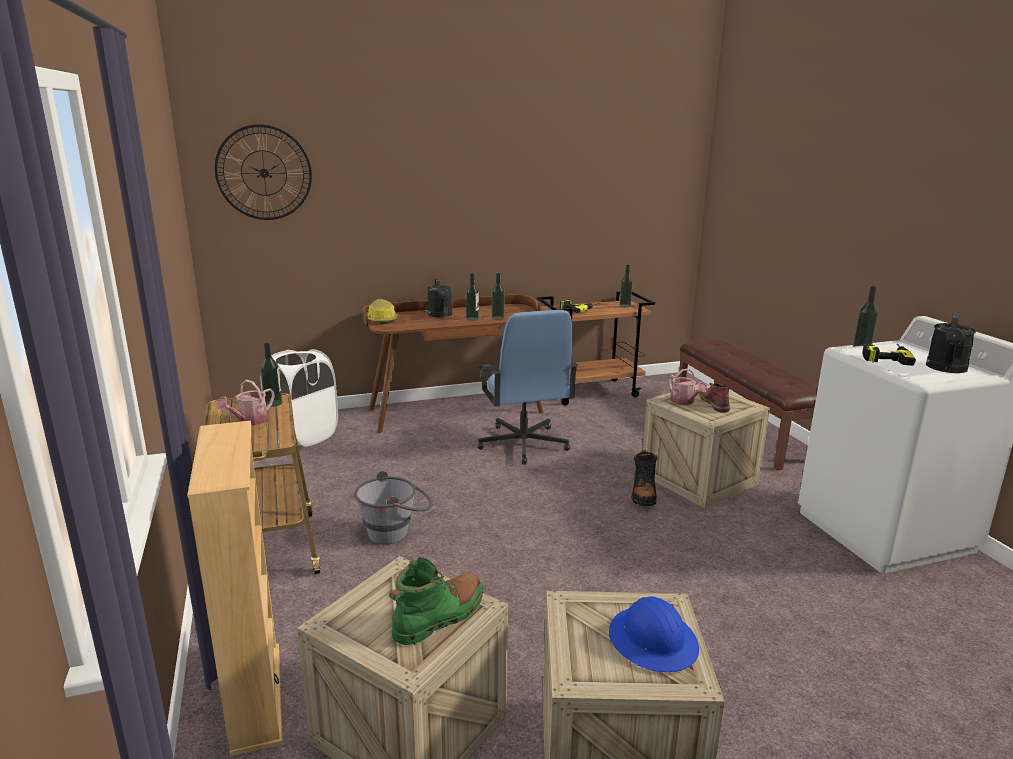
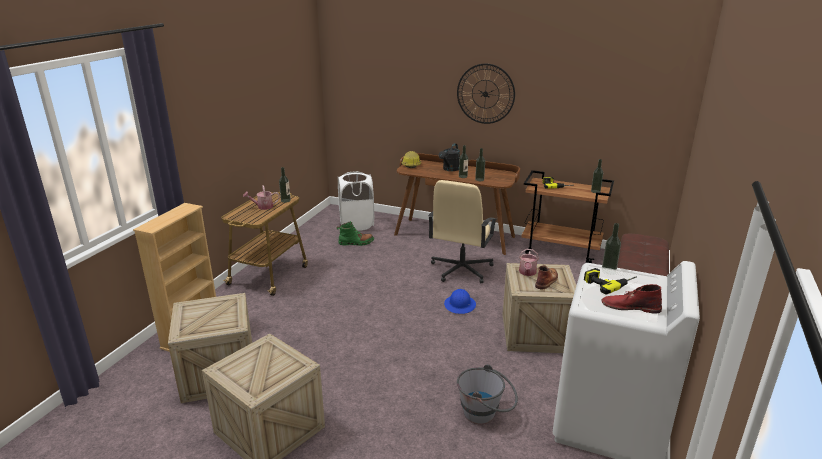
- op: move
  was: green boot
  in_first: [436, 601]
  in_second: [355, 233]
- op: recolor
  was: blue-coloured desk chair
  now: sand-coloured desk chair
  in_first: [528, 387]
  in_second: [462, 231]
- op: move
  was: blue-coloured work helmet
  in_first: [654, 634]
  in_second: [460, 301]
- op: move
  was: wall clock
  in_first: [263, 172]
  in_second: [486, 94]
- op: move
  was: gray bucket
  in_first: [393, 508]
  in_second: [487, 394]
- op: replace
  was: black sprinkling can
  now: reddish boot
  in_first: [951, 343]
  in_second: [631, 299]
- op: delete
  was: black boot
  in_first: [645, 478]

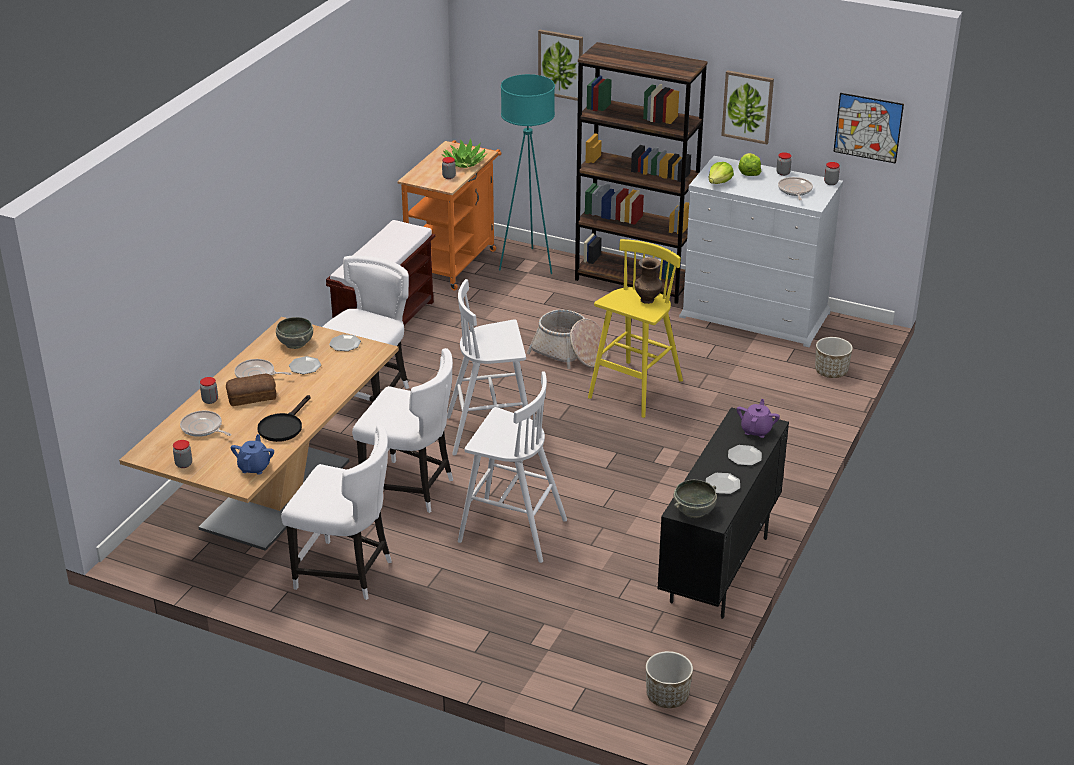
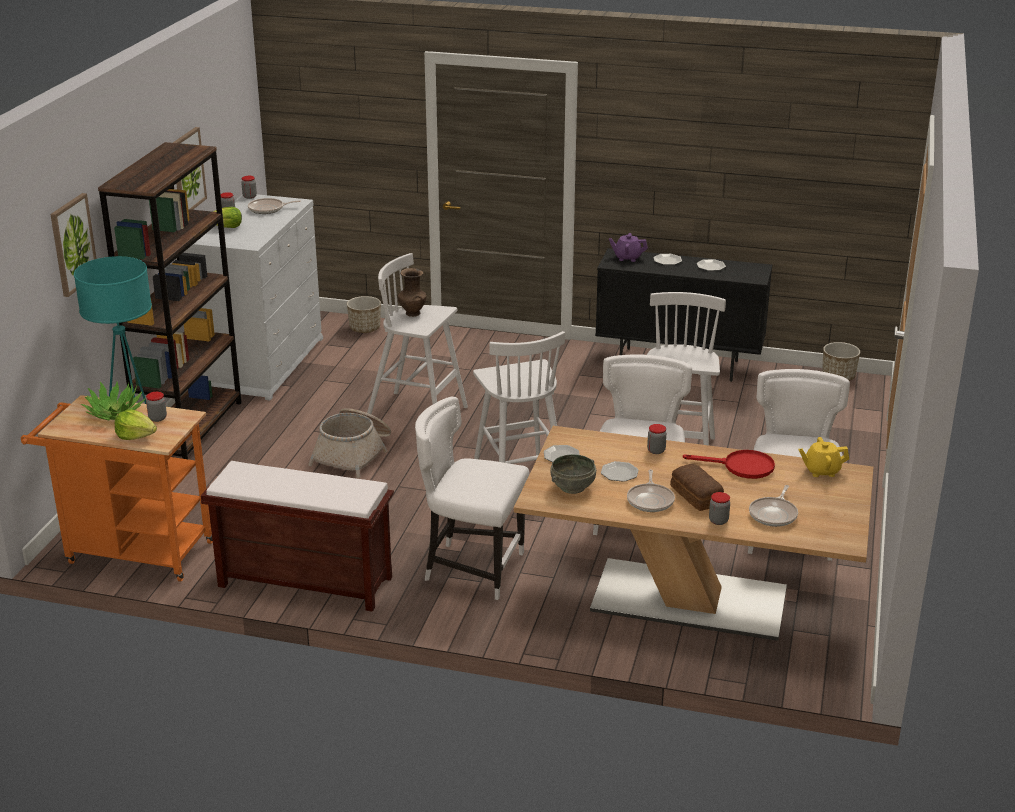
- op: move
  was: lettuce head
  in_first: [721, 173]
  in_second: [135, 424]
- op: recolor
  was: yellowish sitting stool
  now: white sitting stool
  in_first: [635, 328]
  in_second: [417, 333]
- op: move
  was: jar
  in_first: [182, 454]
  in_second: [657, 439]
- op: recolor
  was: black pan
  now: reddish pan
  in_first: [283, 418]
  in_second: [729, 464]
- op: recolor
  was: blue-coloured teapot
  now: yellowish teapot
  in_first: [252, 454]
  in_second: [823, 457]
- op: delete
  was: gray bowl
  in_first: [695, 499]
- op: delete
  was: wall art
  in_first: [868, 128]

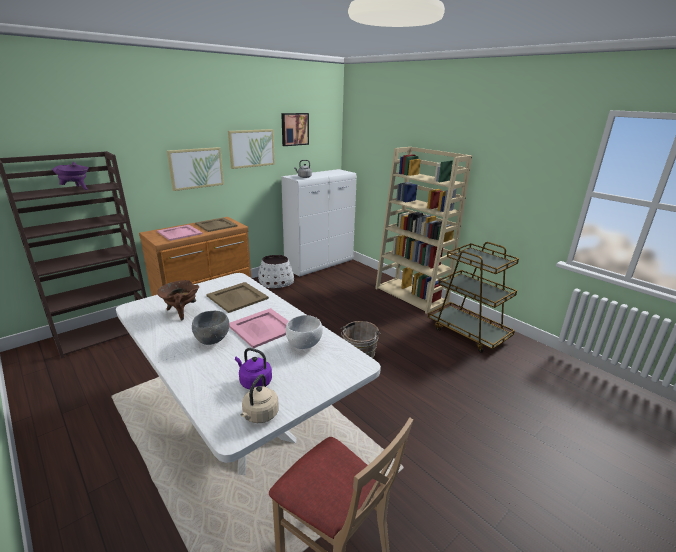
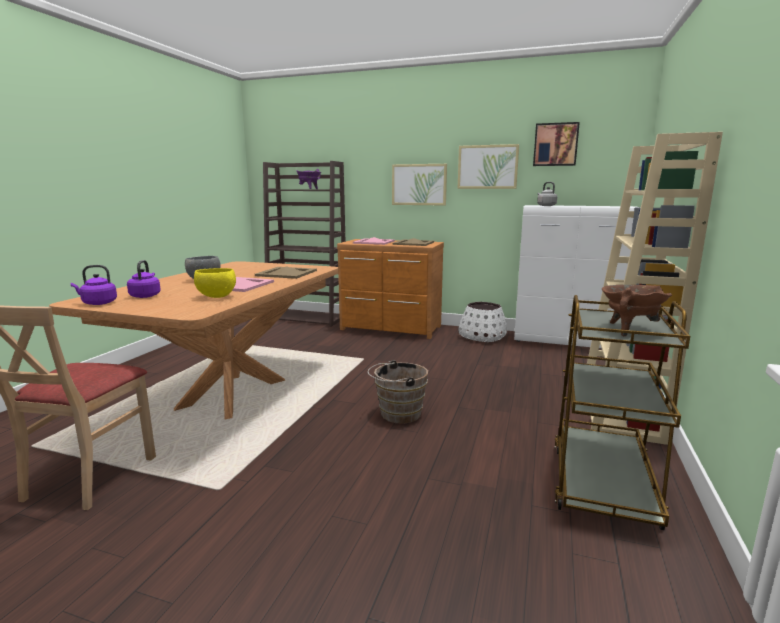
- op: recolor
  was: white dining table
  now: brown-coloured dining table
  in_first: [248, 374]
  in_second: [194, 340]
- op: recolor
  was: sand-coloured tea kettle
  now: purple-coloured tea kettle
  in_first: [260, 398]
  in_second: [94, 285]
- op: recolor
  was: white bowl
  now: yellowish bowl
  in_first: [304, 332]
  in_second: [215, 283]
- op: move
  was: brown-coloured cooking pot
  in_first: [178, 300]
  in_second: [637, 310]

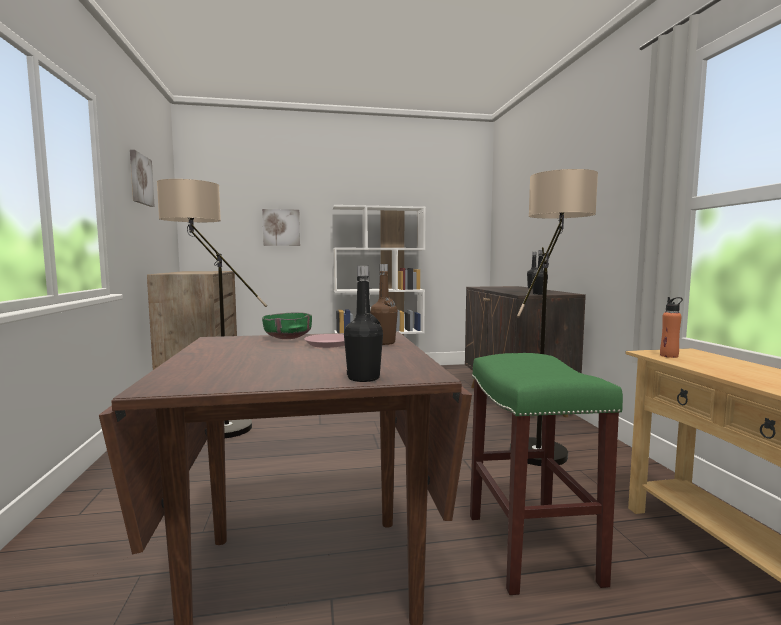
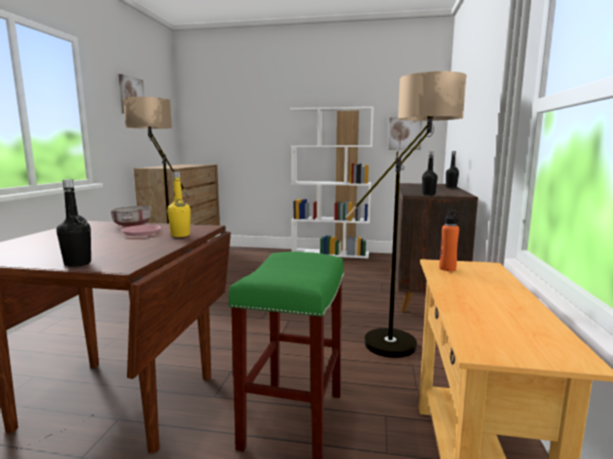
- op: recolor
  was: green bowl
  now: gray bowl
  in_first: [287, 325]
  in_second: [131, 216]
- op: recolor
  was: brown-coloured bottle
  now: yellowish bottle
  in_first: [384, 304]
  in_second: [179, 204]
- op: move
  was: wall art
  in_first: [281, 227]
  in_second: [405, 133]

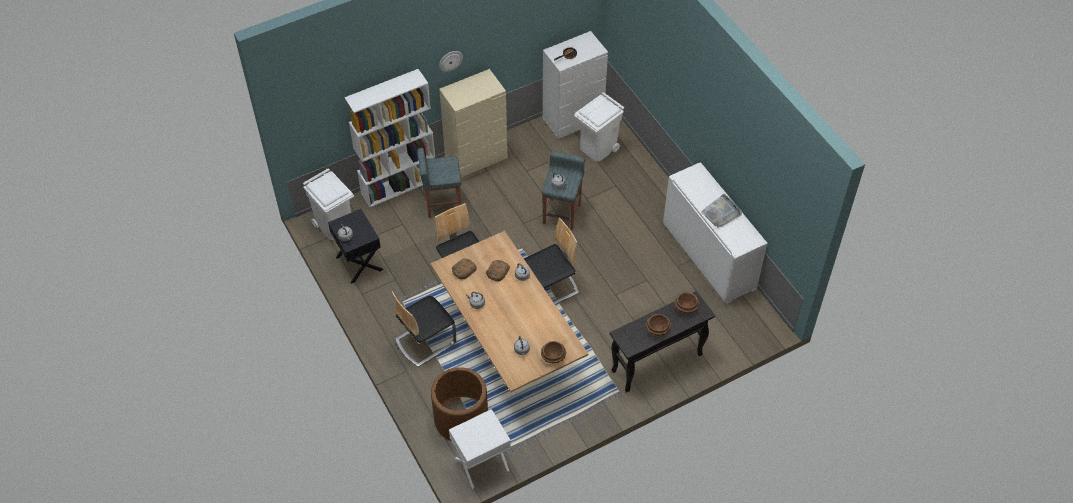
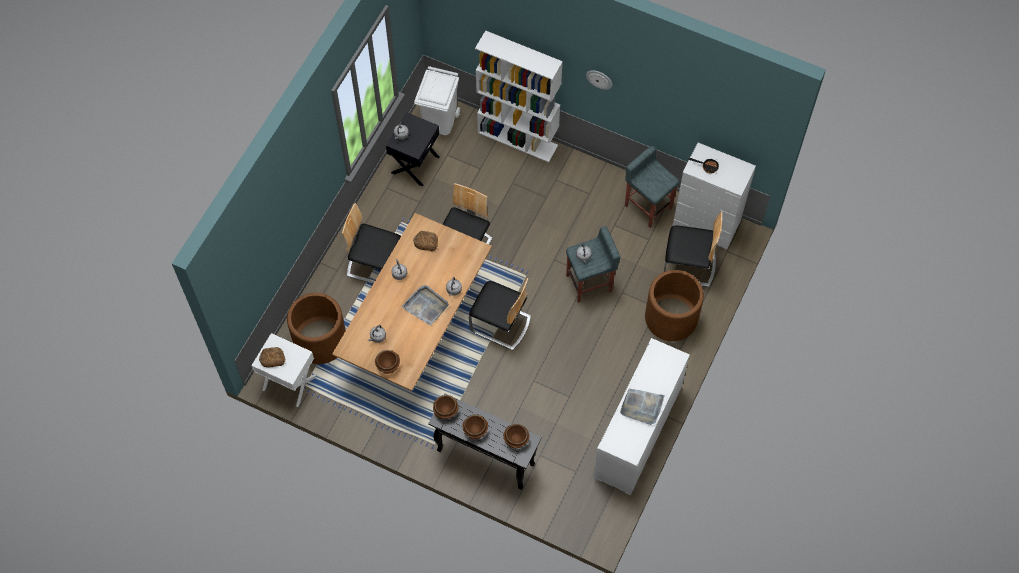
- op: move
  was: bakery bread
  in_first: [498, 271]
  in_second: [272, 357]
- op: insert
  now: gray tray
  in_second: [425, 305]
- op: insert
  now: brown-coloured bowl
  in_second: [446, 407]
- op: move
  was: gray sitting stool
  in_first: [439, 183]
  in_second: [652, 187]
- op: insert
  now: brown-coloured planter
  in_second: [674, 305]
- op: replace
  was: white trash can
  now: upright chair
  in_first: [599, 127]
  in_second: [693, 249]
- op: delete
  was: sand-coloured drawer chest
  in_first: [473, 123]

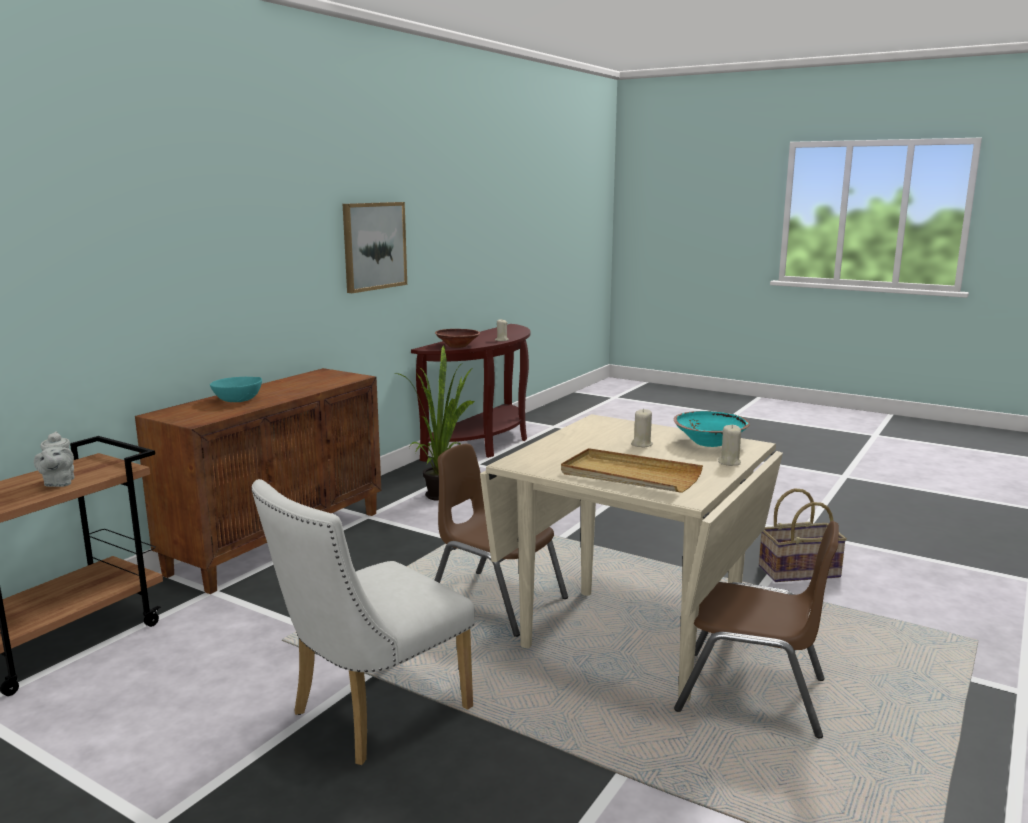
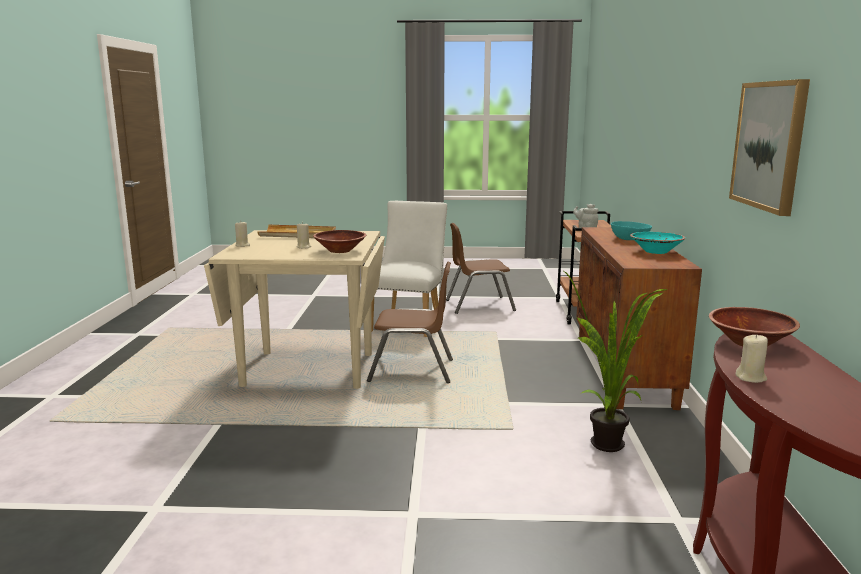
- op: insert
  now: brown-coloured bowl
  in_second: [339, 241]
- op: move
  was: brown-coloured upright chair
  in_first: [756, 629]
  in_second: [481, 268]
- op: move
  was: turquoise bowl
  in_first: [712, 429]
  in_second: [657, 243]
- op: delete
  was: household basket
  in_first: [803, 535]

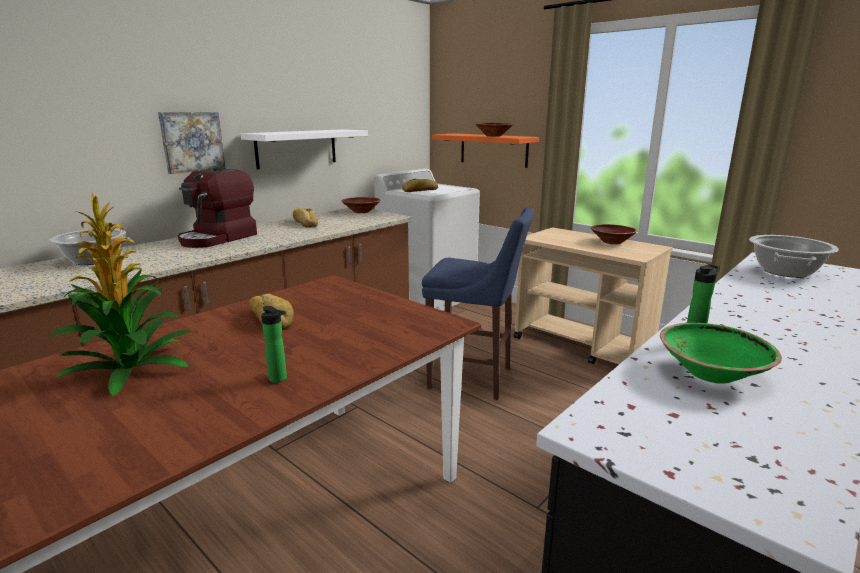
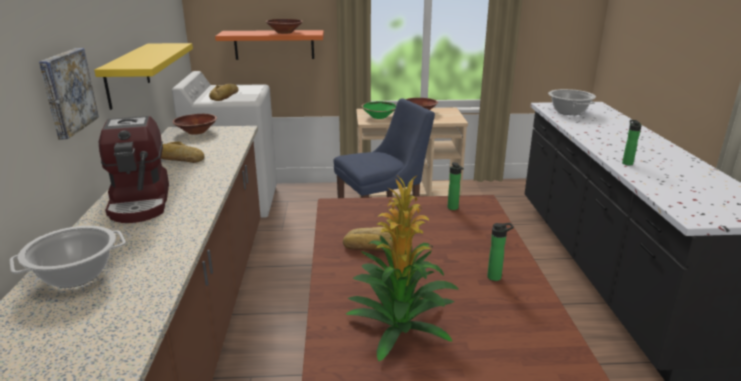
- op: recolor
  was: white wall shelf
  now: yellowish wall shelf
  in_first: [304, 149]
  in_second: [143, 76]
- op: move
  was: green bowl
  in_first: [721, 353]
  in_second: [378, 110]
- op: insert
  now: bottle
  in_second: [456, 186]

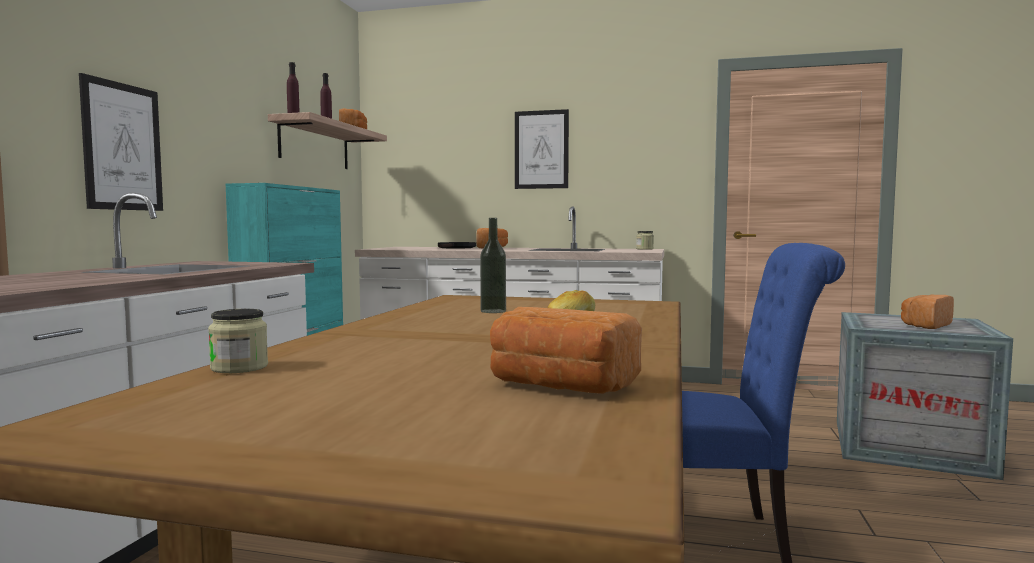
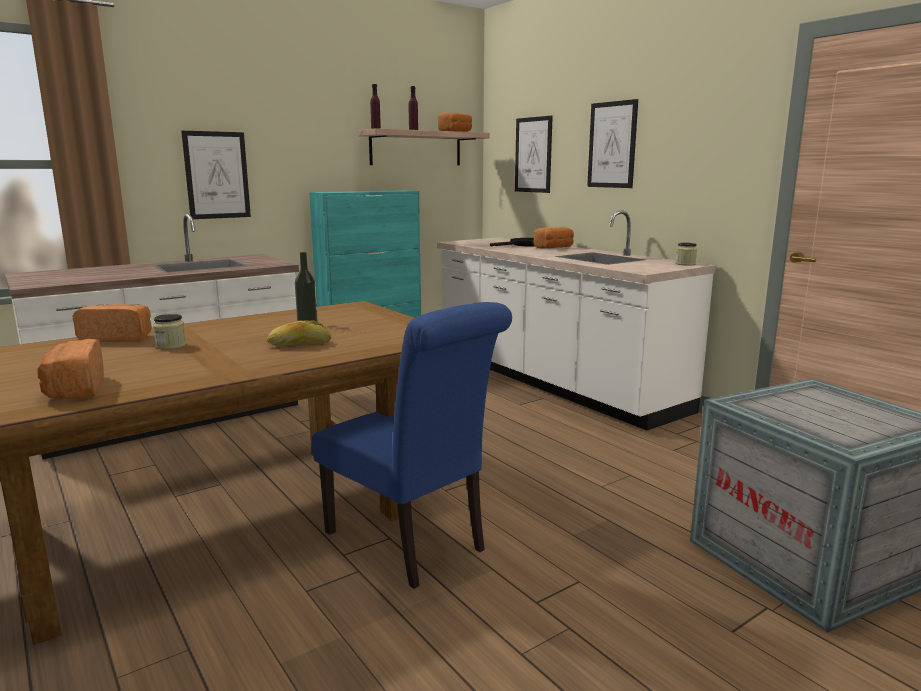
- op: move
  was: bakery bread
  in_first: [927, 312]
  in_second: [112, 323]
- op: move
  was: jar
  in_first: [238, 341]
  in_second: [169, 332]
- op: insert
  now: wall art
  in_second: [534, 154]

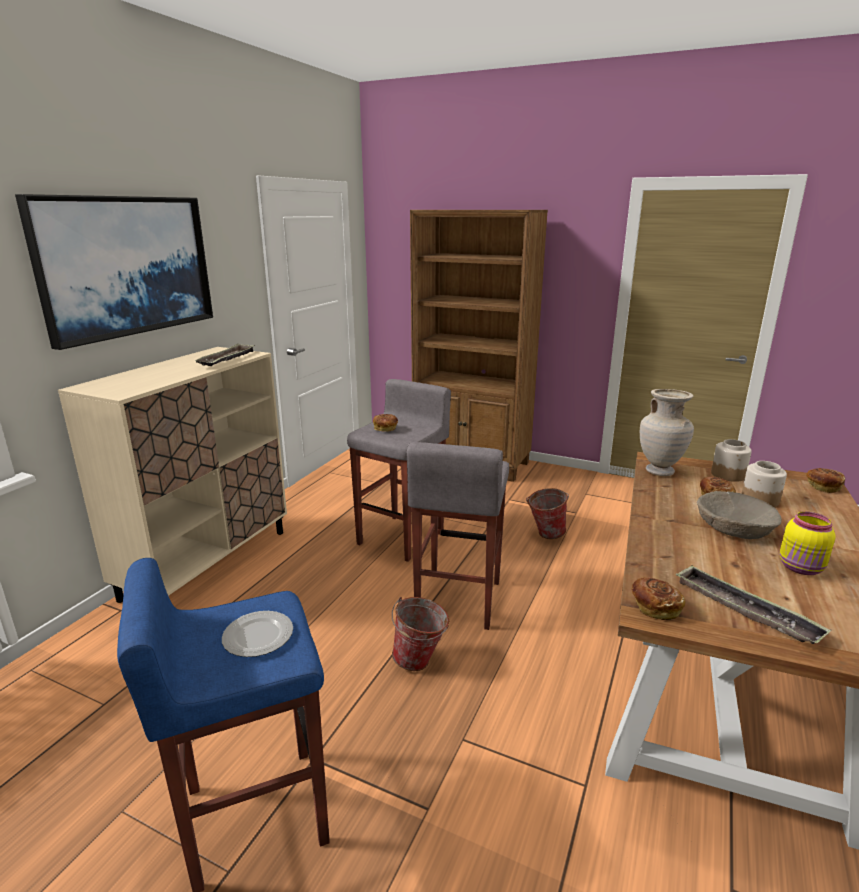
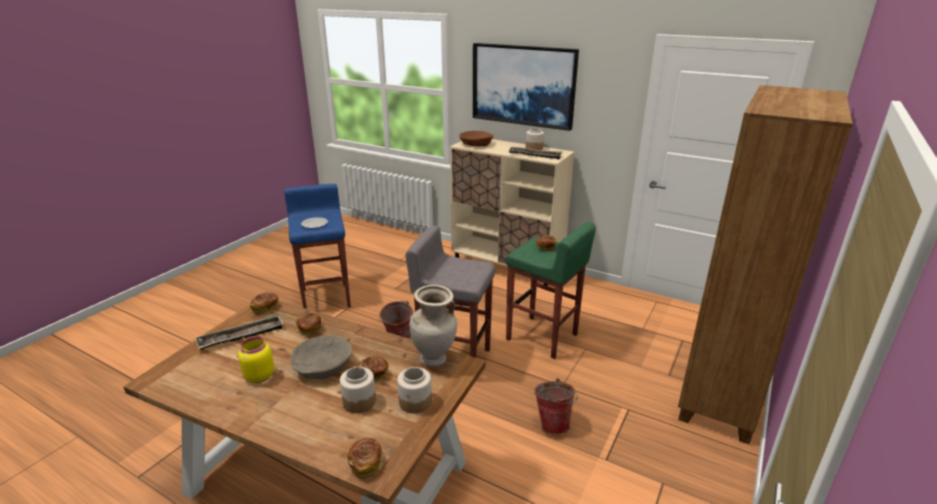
- op: insert
  now: bakery bread
  in_second: [308, 324]
- op: insert
  now: brown-coloured bowl
  in_second: [476, 139]
- op: recolor
  was: gray sitting stool
  now: green sitting stool
  in_first: [399, 470]
  in_second: [551, 290]
- op: insert
  now: jar
  in_second: [535, 139]

